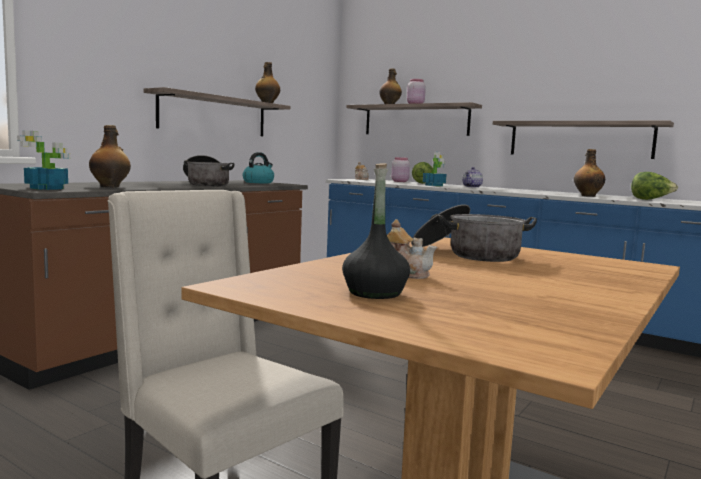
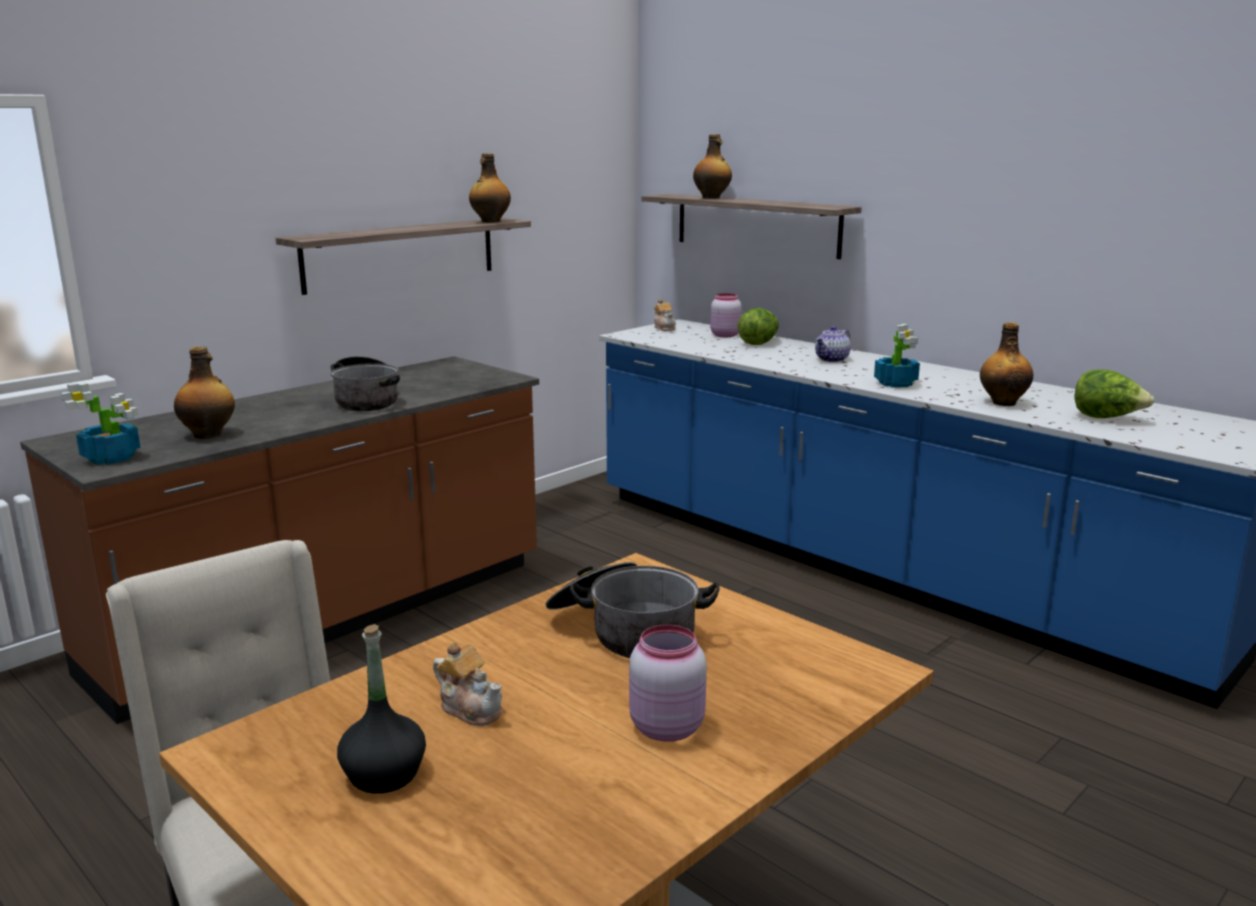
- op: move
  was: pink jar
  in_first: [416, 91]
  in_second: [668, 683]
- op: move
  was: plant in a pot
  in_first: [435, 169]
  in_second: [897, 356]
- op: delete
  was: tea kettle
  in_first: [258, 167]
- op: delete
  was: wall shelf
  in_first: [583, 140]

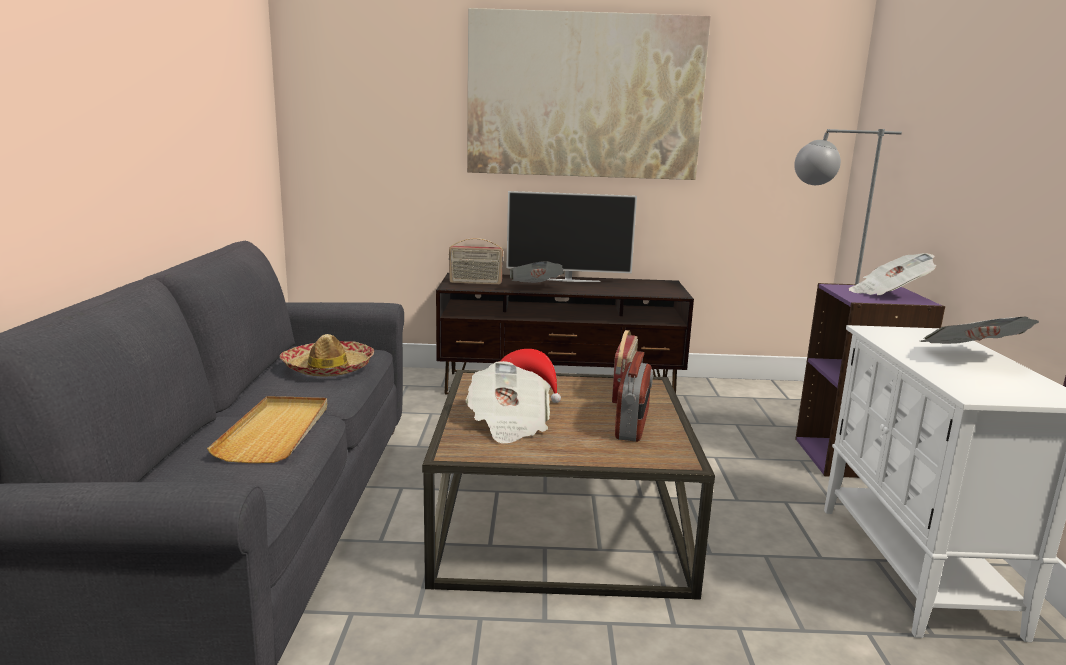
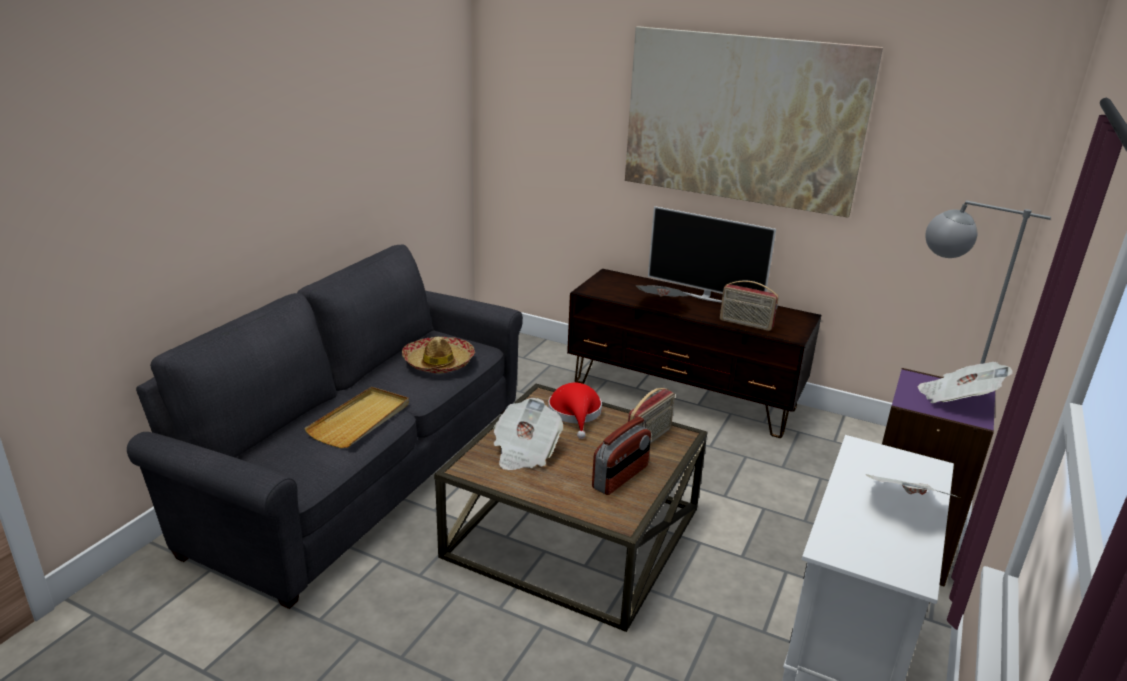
- op: move
  was: radio receiver
  in_first: [476, 261]
  in_second: [749, 306]

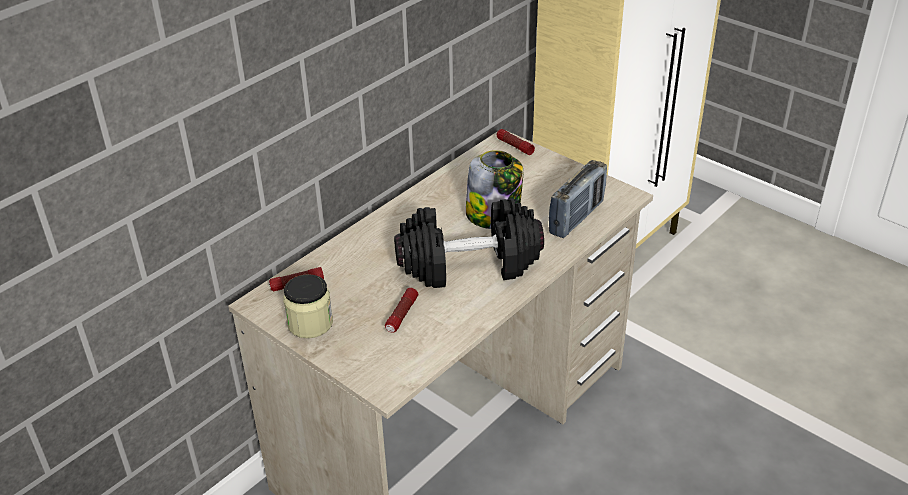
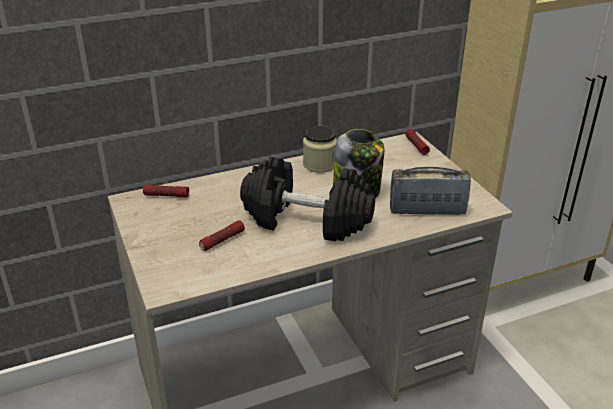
- op: move
  was: jar
  in_first: [308, 306]
  in_second: [320, 149]
- op: rotate
  was: radio receiver
  in_first: [578, 199]
  in_second: [430, 191]
  clockwise: -150

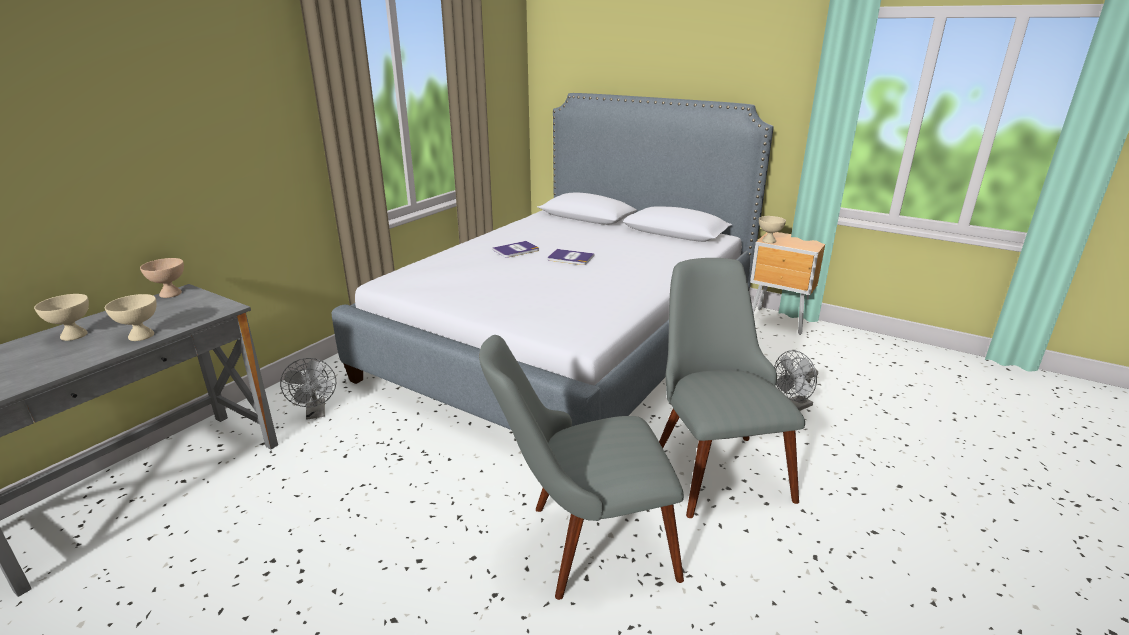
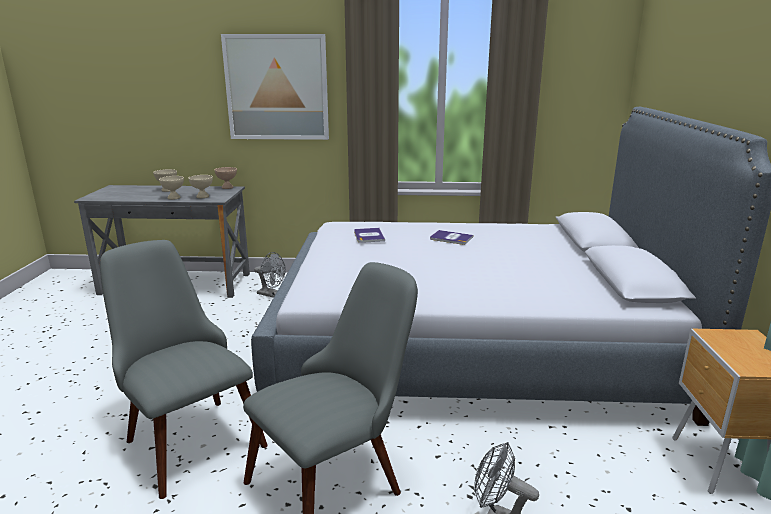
- op: move
  was: sand-coloured bowl
  in_first: [772, 229]
  in_second: [200, 186]
- op: insert
  now: wall art
  in_second: [275, 87]
- op: rotate
  was: gray electric fan
  in_first: [308, 389]
  in_second: [270, 274]
  clockwise: -105
- op: move
  was: volume
  in_first: [571, 257]
  in_second: [369, 235]

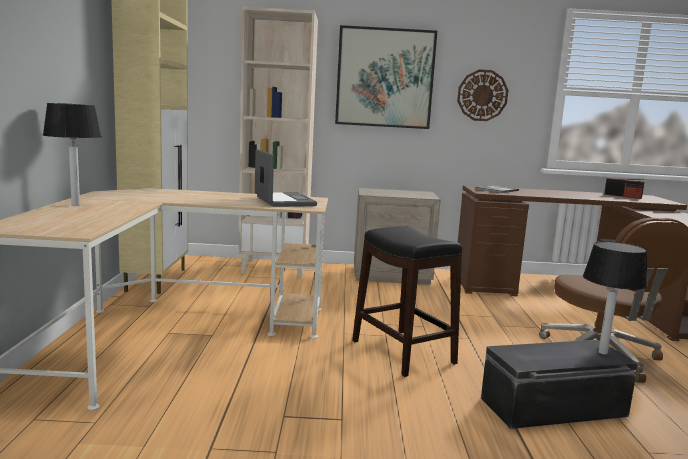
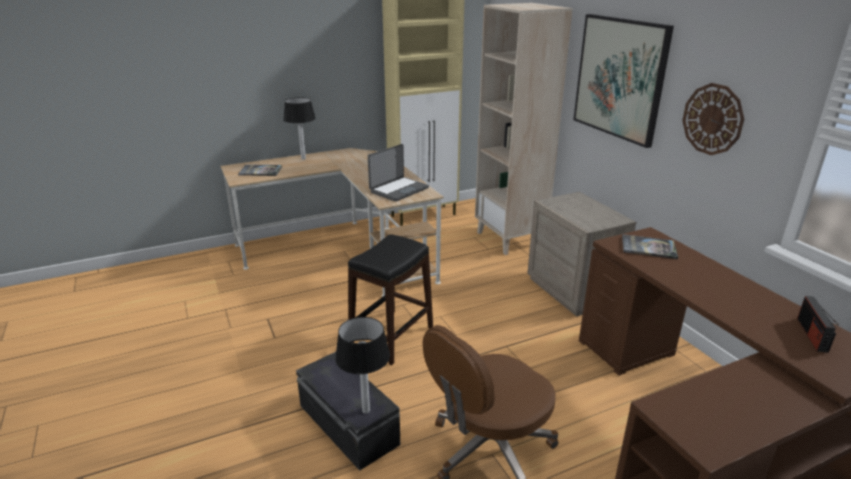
- op: insert
  now: volume
  in_second: [260, 170]

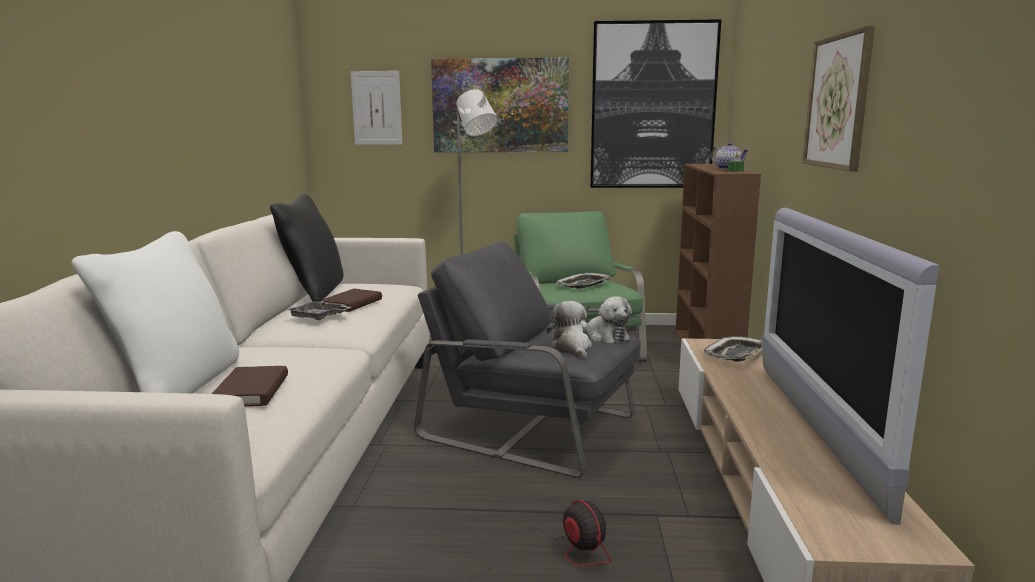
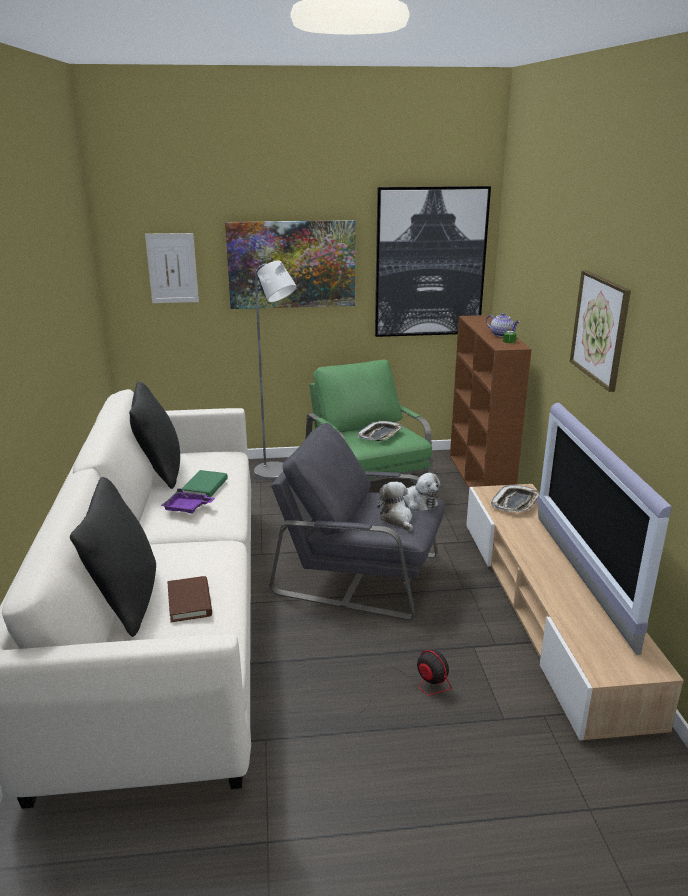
- op: recolor
  was: white cushion
  now: black cushion
  in_first: [155, 312]
  in_second: [113, 557]
- op: recolor
  was: gray tray
  now: purple-coloured tray
  in_first: [319, 308]
  in_second: [188, 501]
- op: recolor
  was: brown-coloured volume
  now: green volume
  in_first: [351, 300]
  in_second: [204, 483]

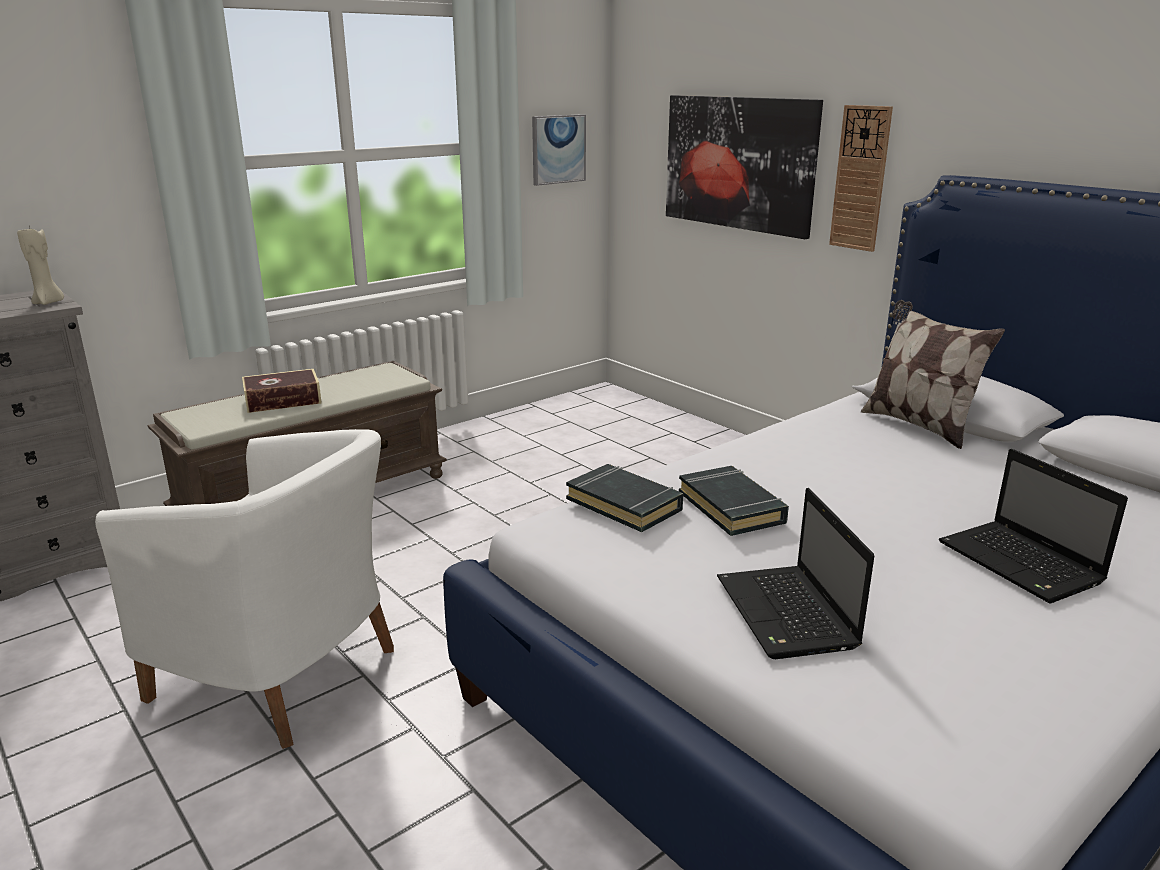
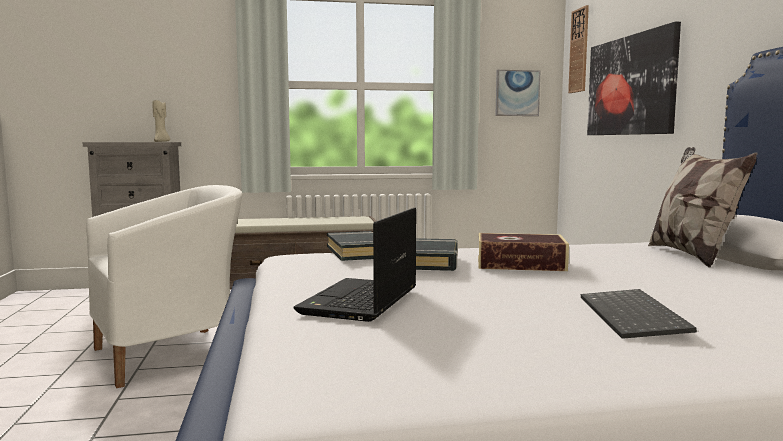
- op: rotate
  was: white lounge chair
  in_first: [244, 589]
  in_second: [164, 286]
  clockwise: -90
- op: move
  was: volume
  in_first: [282, 391]
  in_second: [523, 252]
- op: move
  was: wall clock
  in_first: [861, 178]
  in_second: [578, 49]
- op: replace
  was: portable computer
  now: computer keyboard
  in_first: [1033, 526]
  in_second: [639, 314]

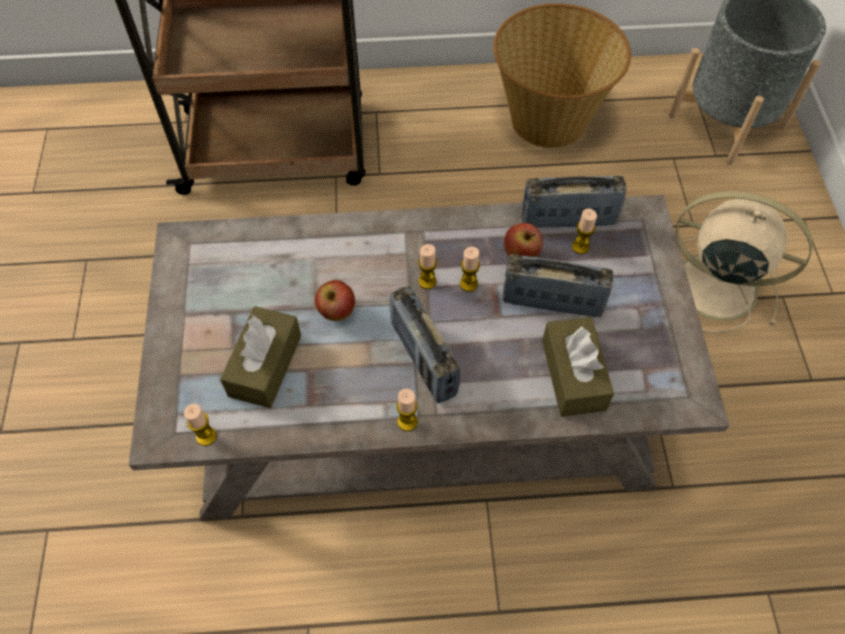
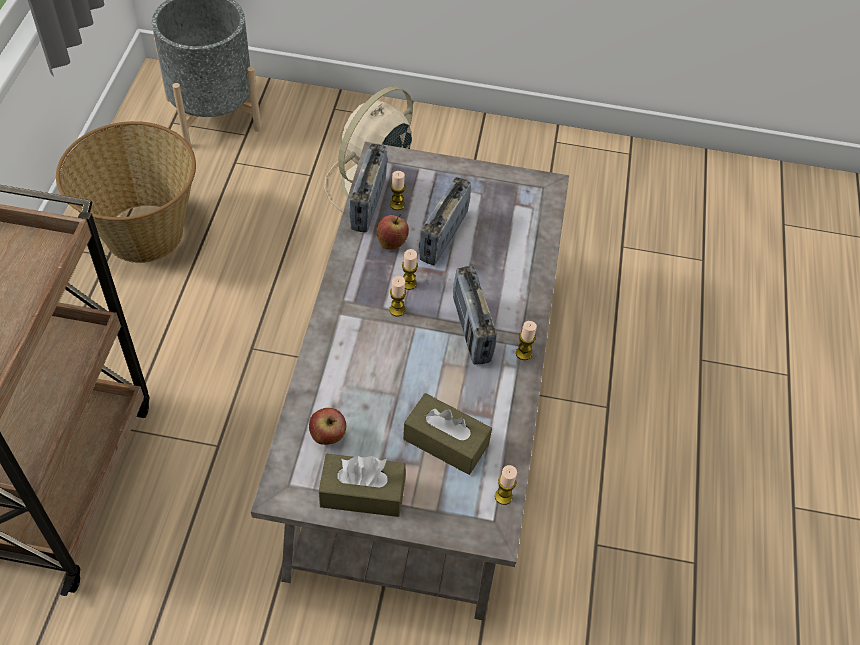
- op: move
  was: apple
  in_first: [335, 300]
  in_second: [327, 426]
- op: move
  was: brown-coloured tissue holder
  in_first: [578, 367]
  in_second: [362, 485]
- op: rotate
  was: radio receiver
  in_first: [425, 344]
  in_second: [475, 315]
  clockwise: 90

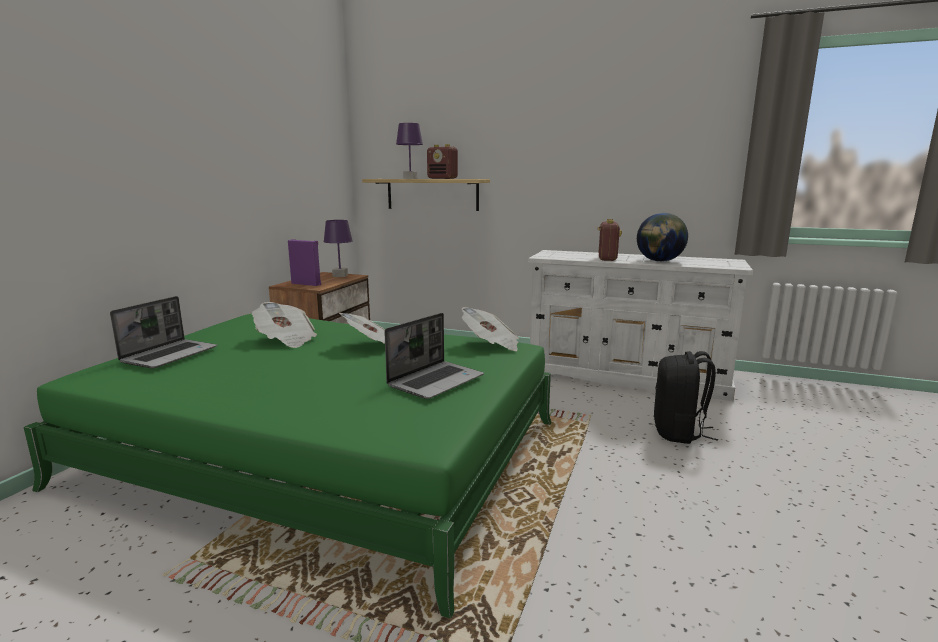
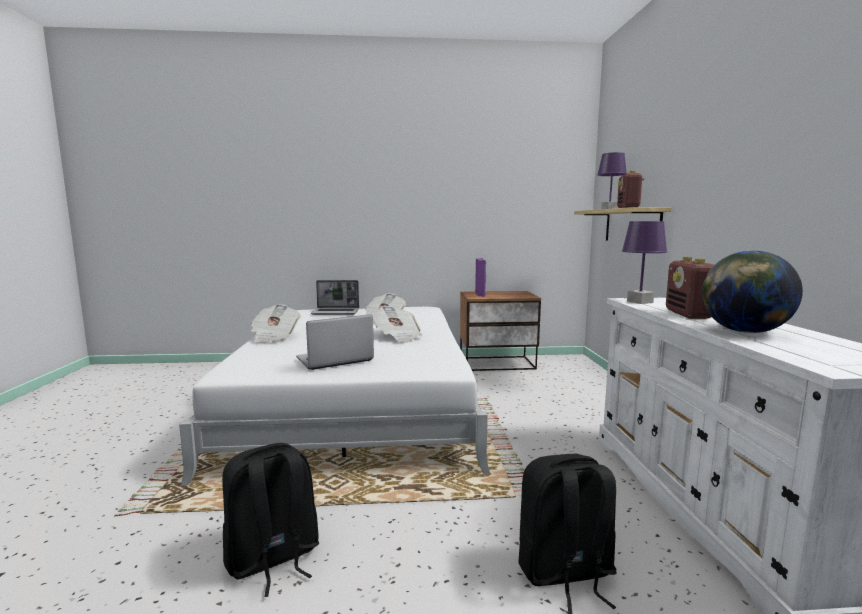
- op: recolor
  was: green bedroom bed
  now: white bedroom bed
  in_first: [287, 465]
  in_second: [334, 396]
- op: insert
  now: black knapsack
  in_second: [270, 520]
- op: move
  was: newspaper
  in_first: [490, 329]
  in_second: [275, 323]
- op: rotate
  was: portable computer
  in_first: [434, 356]
  in_second: [335, 342]
  clockwise: 135
- op: move
  was: purple-coloured table lamp
  in_first: [338, 248]
  in_second: [644, 262]
- op: rotate
  was: radio receiver
  in_first: [610, 240]
  in_second: [690, 288]
  clockwise: 105

